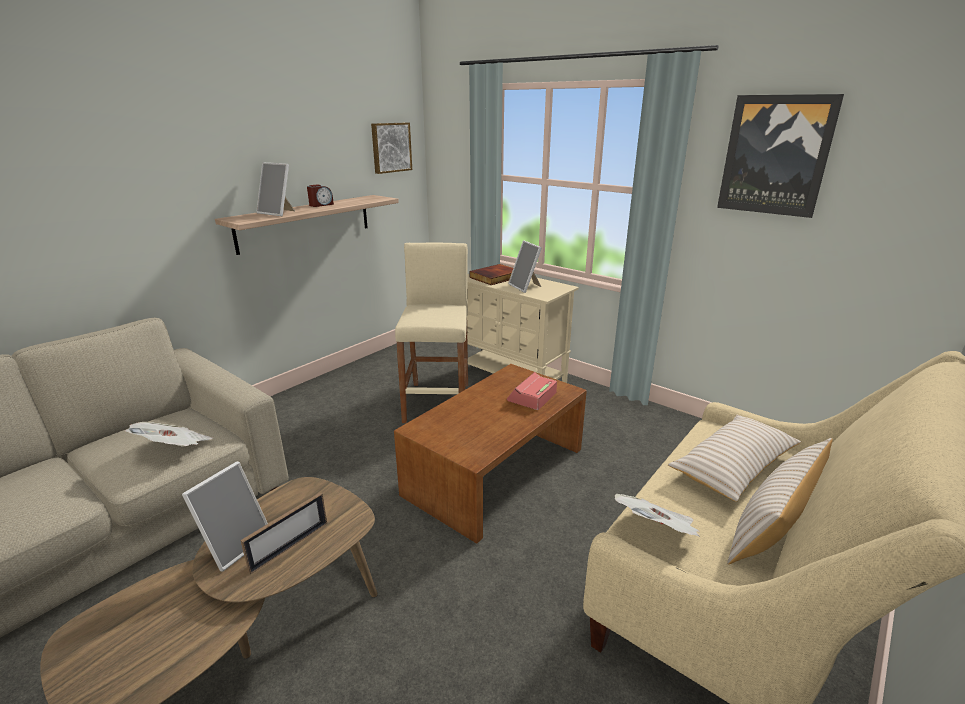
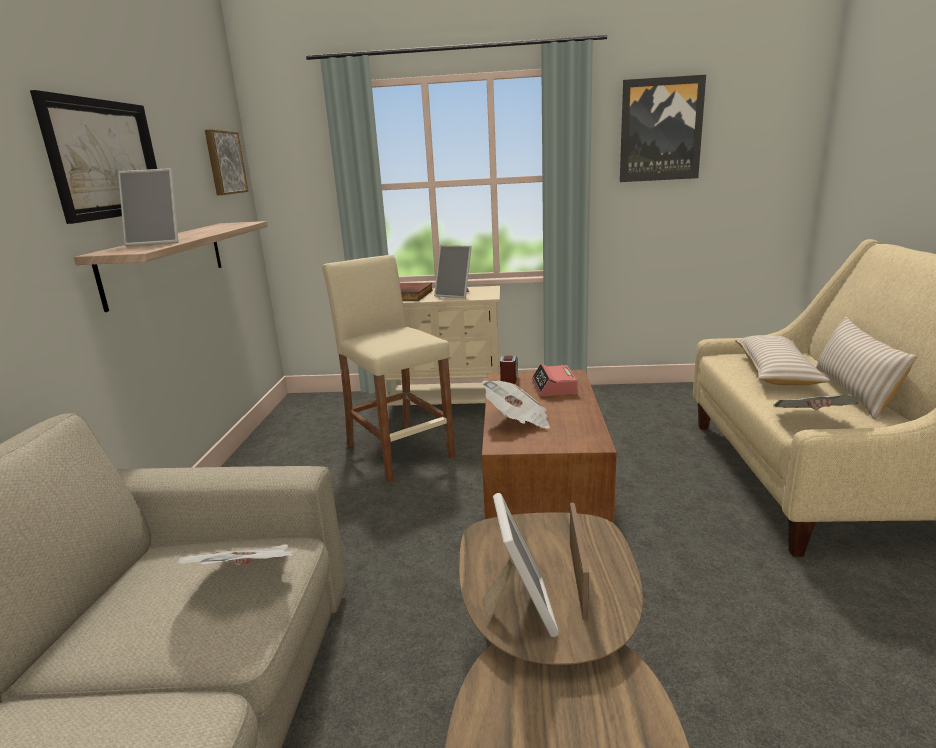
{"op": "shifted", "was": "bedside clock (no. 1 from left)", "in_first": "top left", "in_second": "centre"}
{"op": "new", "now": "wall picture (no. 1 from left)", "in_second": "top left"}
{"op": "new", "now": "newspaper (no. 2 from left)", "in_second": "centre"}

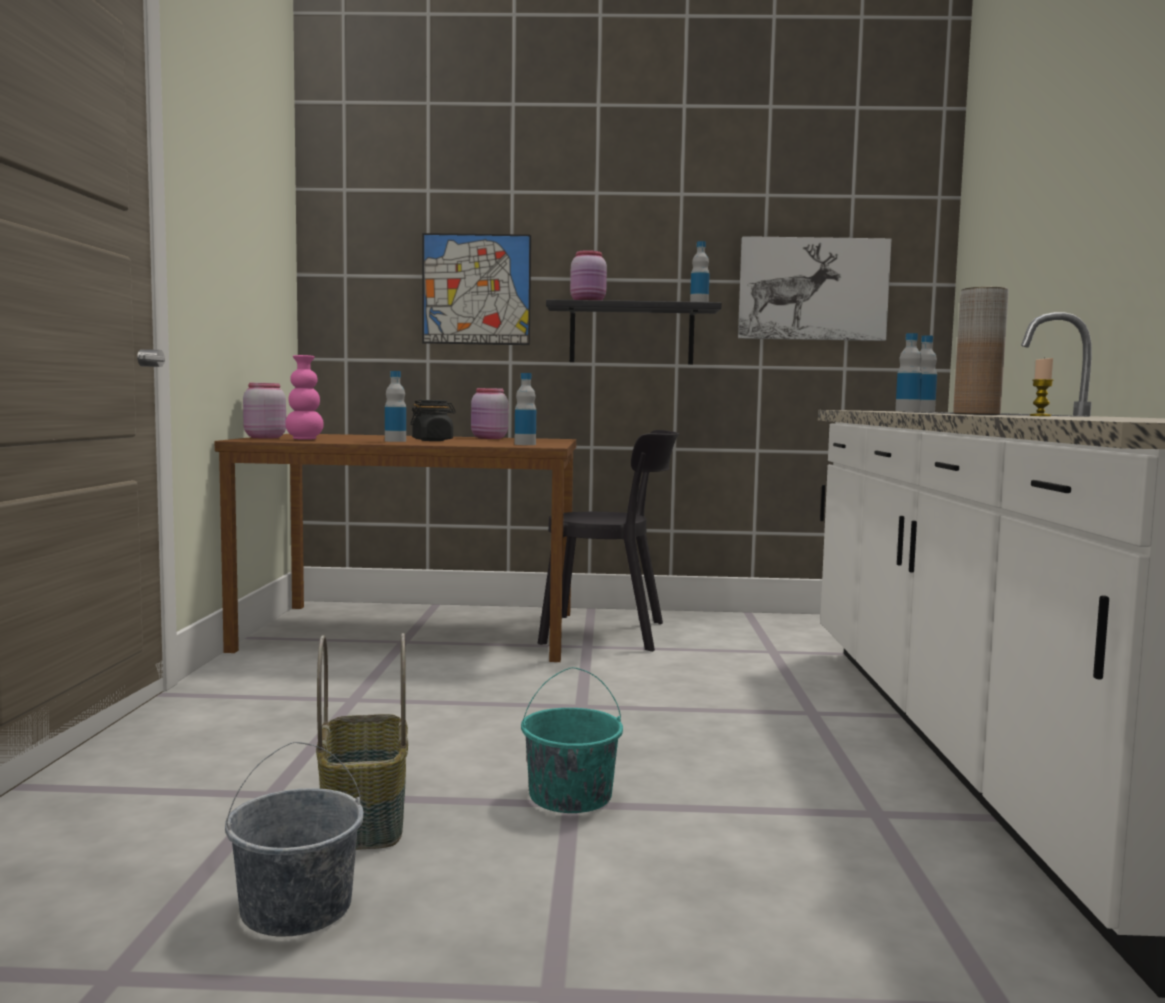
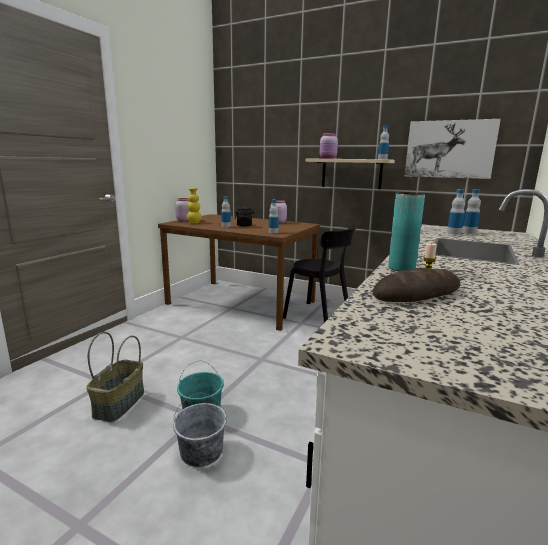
{"op": "gone", "was": "wall picture (no. 1 from left)", "in_first": "top centre"}
{"op": "repainted", "was": "vase in brown", "now": "vase in turquoise", "in_first": "middle right", "in_second": "middle right"}
{"op": "repainted", "was": "bracket shelf in blackish", "now": "bracket shelf in sand-coloured", "in_first": "top centre", "in_second": "top centre"}
{"op": "repainted", "was": "vase in pinkish", "now": "vase in yellow-coloured", "in_first": "middle left", "in_second": "centre"}
{"op": "shifted", "was": "bucket in greyish", "in_first": "bottom left", "in_second": "bottom centre"}
{"op": "new", "now": "bakery bread", "in_second": "middle right"}

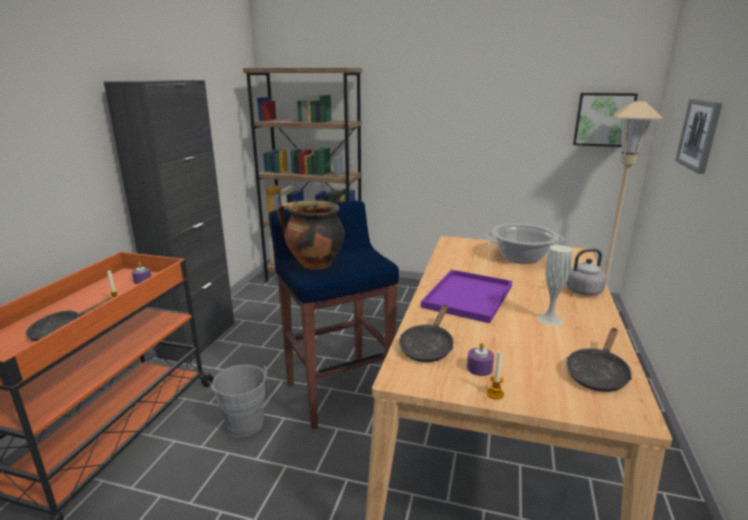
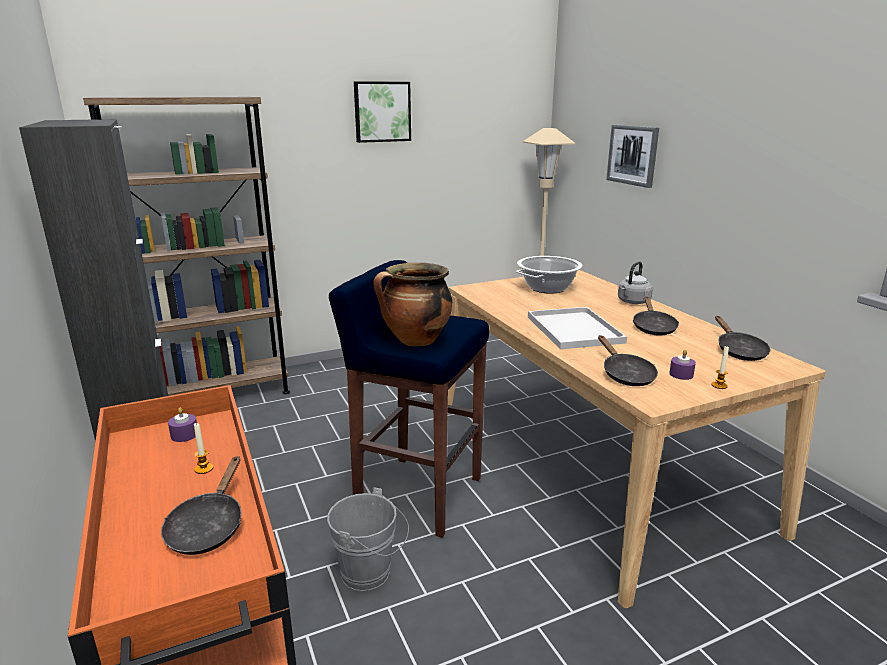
{"op": "shifted", "was": "wall picture (no. 1 from left)", "in_first": "top right", "in_second": "top centre"}
{"op": "swapped", "was": "vase in white", "now": "skillet in blackish (no. 3 from left)", "in_first": "middle right", "in_second": "middle right"}
{"op": "repainted", "was": "tray in purplish", "now": "tray in white", "in_first": "centre", "in_second": "centre"}

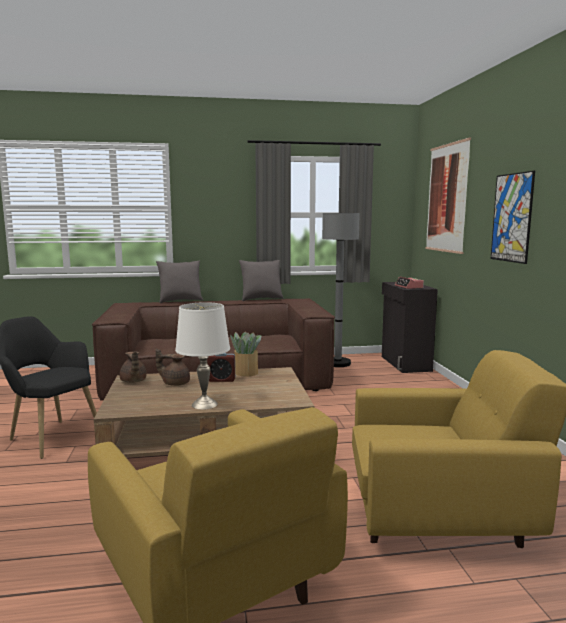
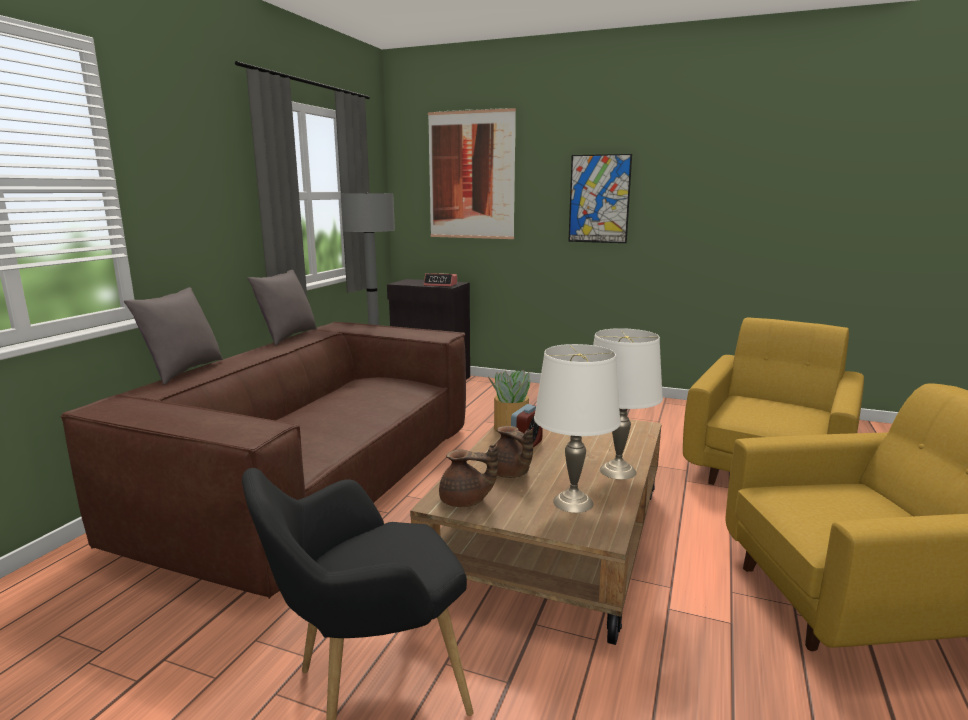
{"op": "rotated", "was": "tea pot in brown (no. 2 from left)", "in_first": "middle left", "in_second": "centre", "clockwise": -75}
{"op": "new", "now": "lamp for a table in white (no. 1 from left)", "in_second": "centre"}

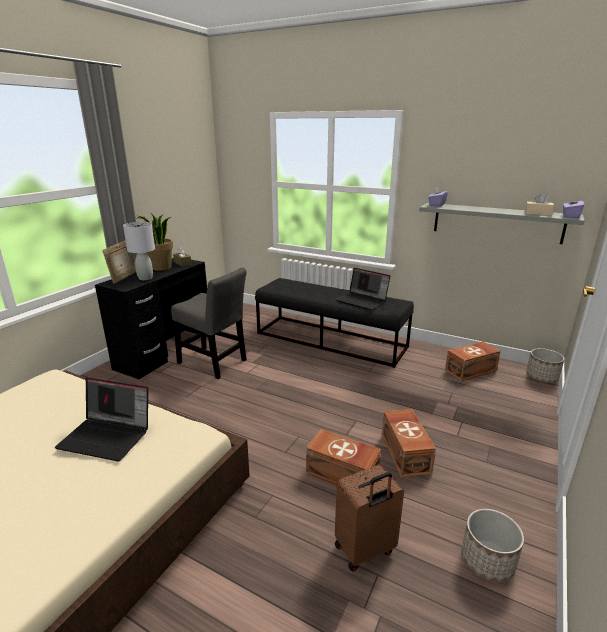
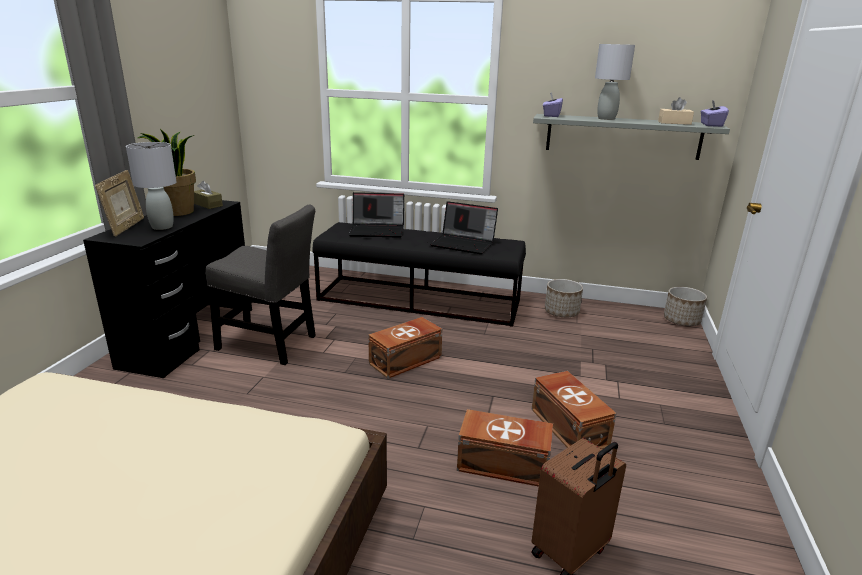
{"op": "shifted", "was": "storage container in brown (no. 3 from left in the first image)", "now": "storage container in brown (no. 1 from left)", "in_first": "middle right", "in_second": "centre"}
{"op": "shifted", "was": "notebook computer (no. 1 from left)", "in_first": "middle left", "in_second": "centre"}
{"op": "shifted", "was": "flower pot (no. 1 from left)", "in_first": "bottom right", "in_second": "centre"}
{"op": "new", "now": "lamp for a table in greyish (no. 2 from left)", "in_second": "top right"}

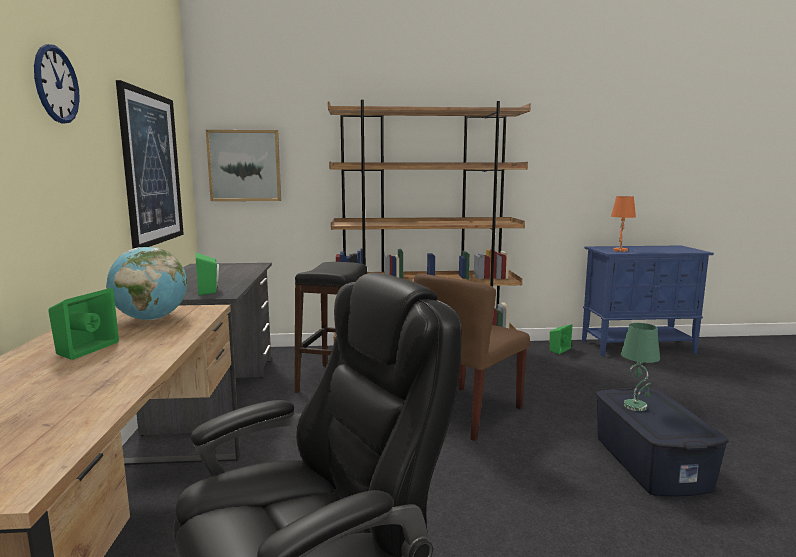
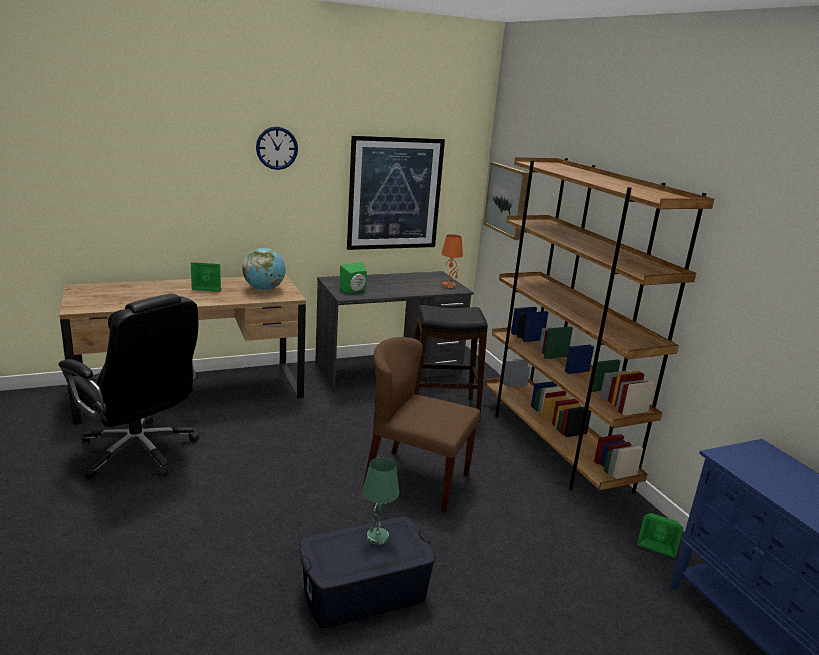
{"op": "shifted", "was": "lamp for a table in orange-coloured", "in_first": "middle right", "in_second": "centre"}

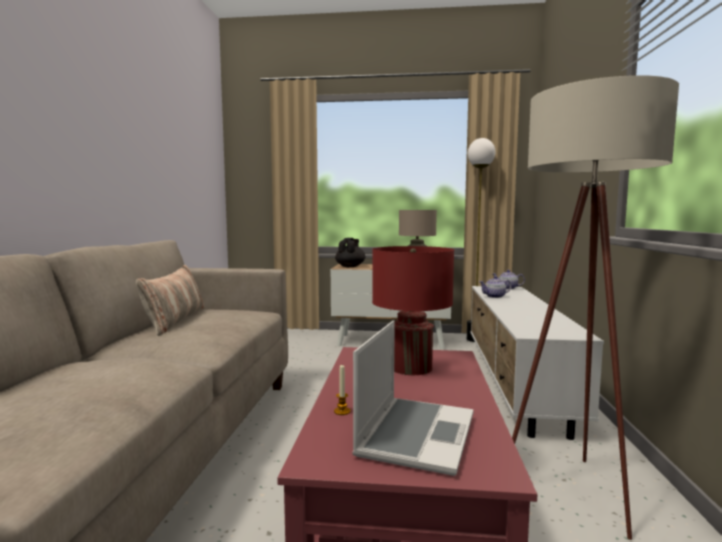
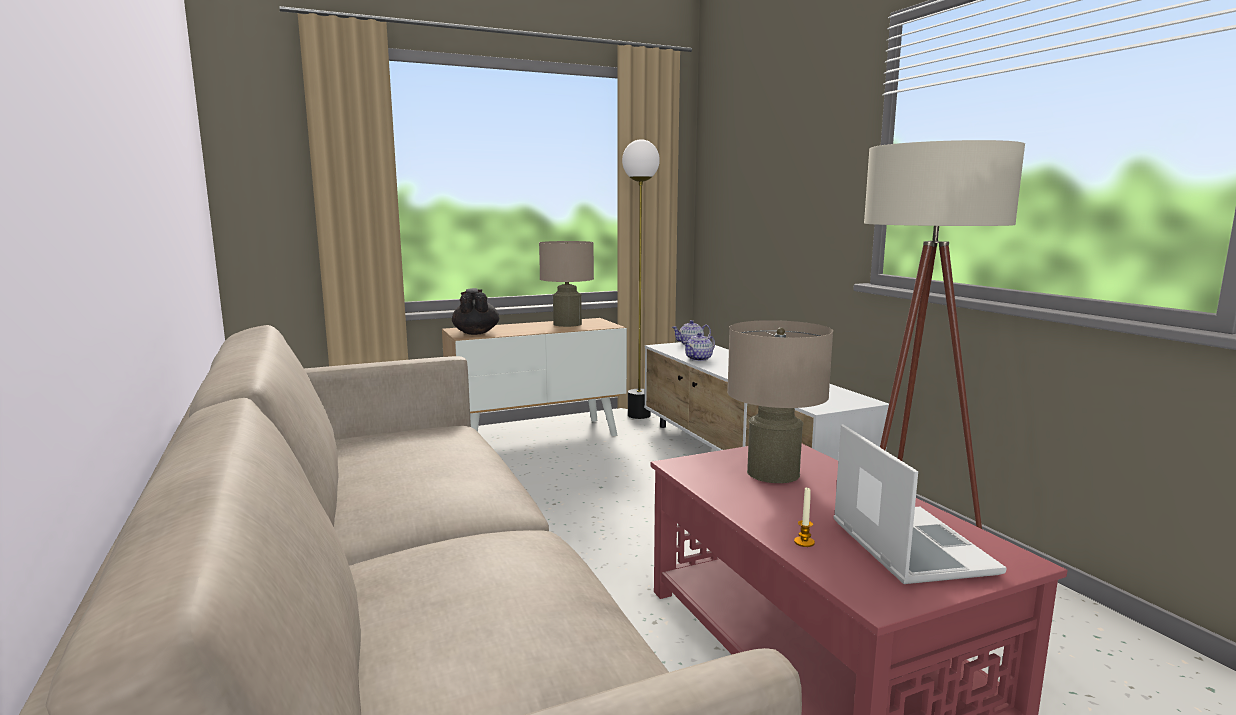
{"op": "repainted", "was": "lamp for a table in red", "now": "lamp for a table in sand-coloured (no. 2 from left)", "in_first": "centre", "in_second": "centre"}
{"op": "gone", "was": "throw pillow", "in_first": "middle left"}

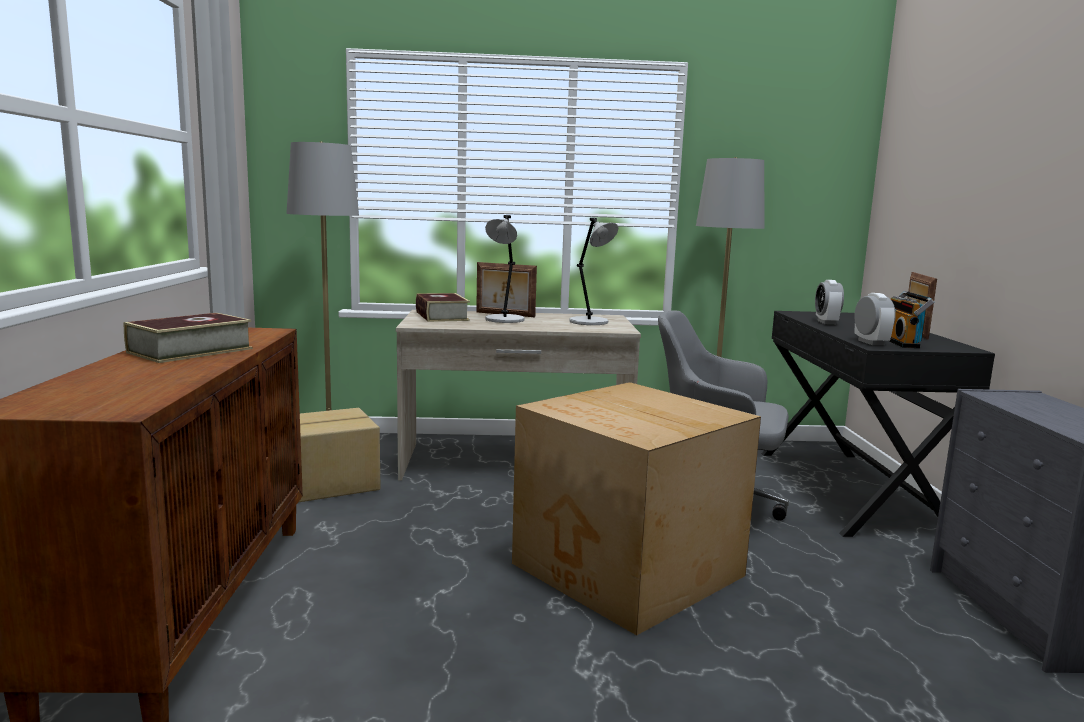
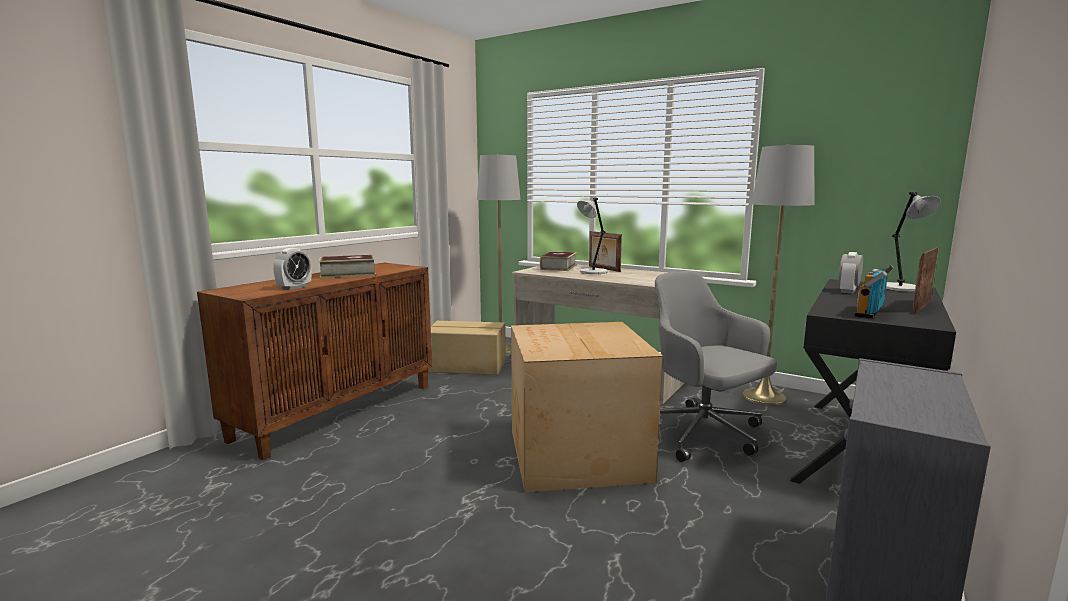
{"op": "shifted", "was": "lamp for a table in greyish (no. 2 from left)", "in_first": "centre", "in_second": "middle right"}
{"op": "shifted", "was": "bedside clock (no. 2 from left in the first image)", "now": "bedside clock (no. 1 from left)", "in_first": "middle right", "in_second": "middle left"}

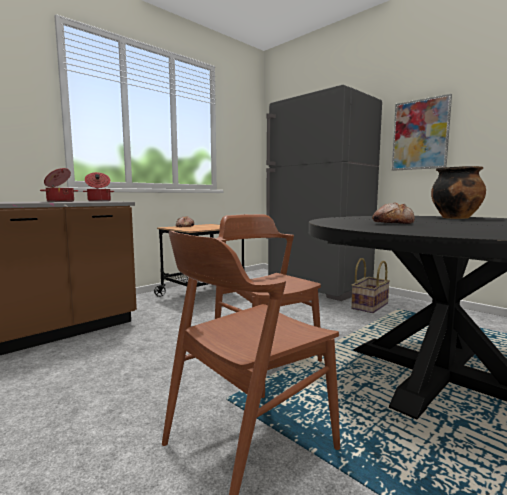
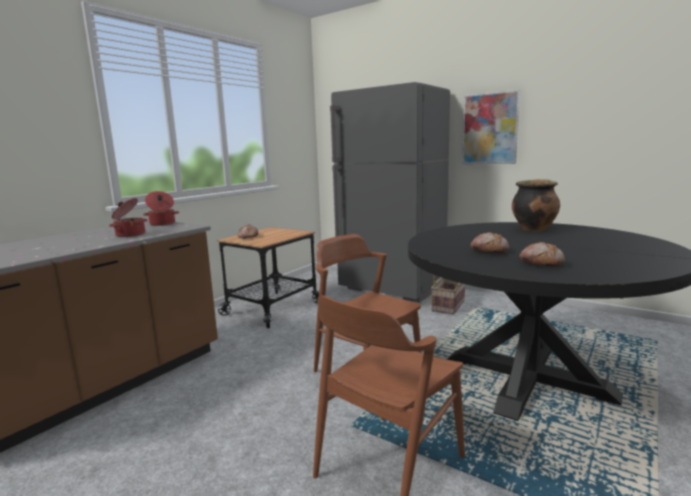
{"op": "new", "now": "bakery bread (no. 3 from left)", "in_second": "middle right"}

